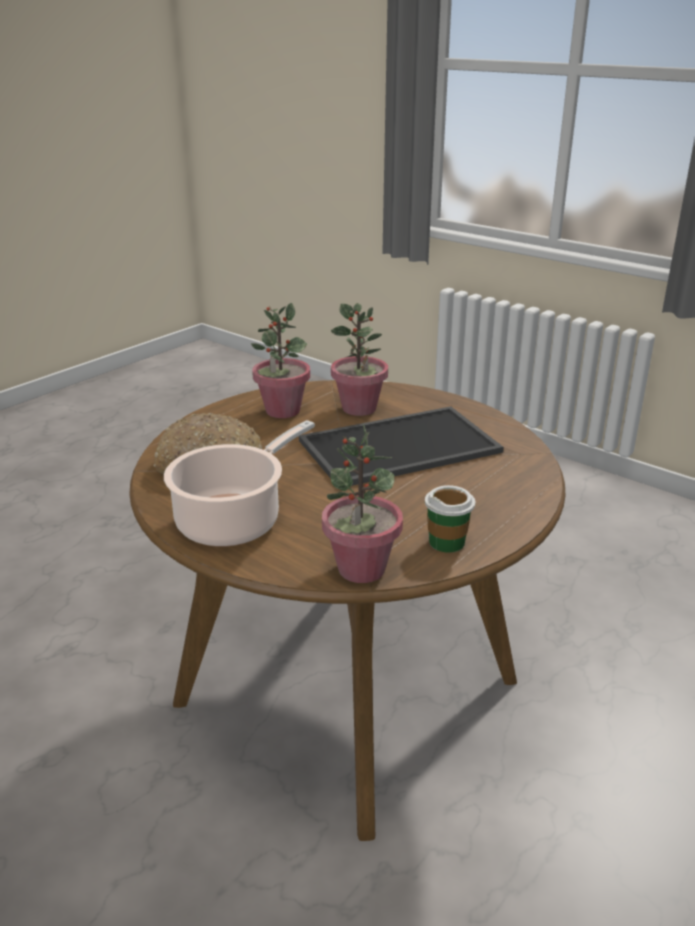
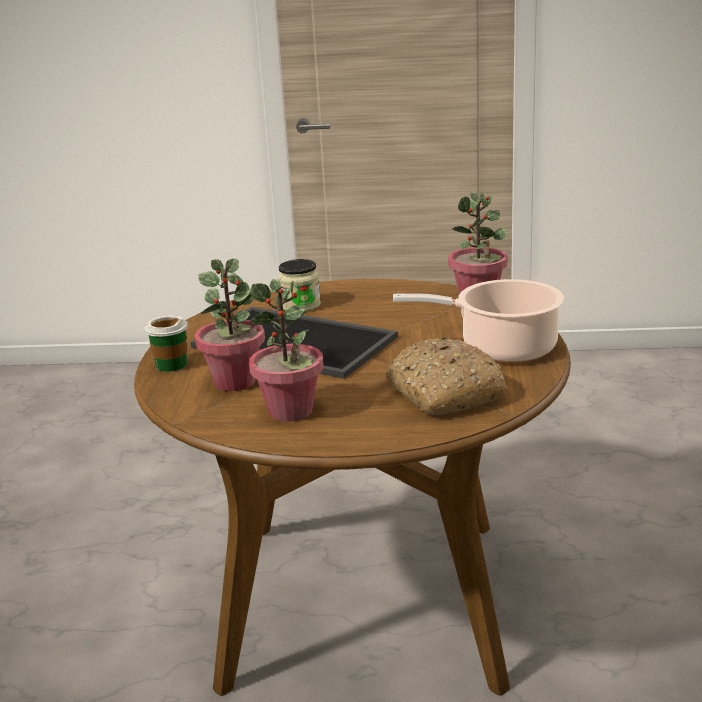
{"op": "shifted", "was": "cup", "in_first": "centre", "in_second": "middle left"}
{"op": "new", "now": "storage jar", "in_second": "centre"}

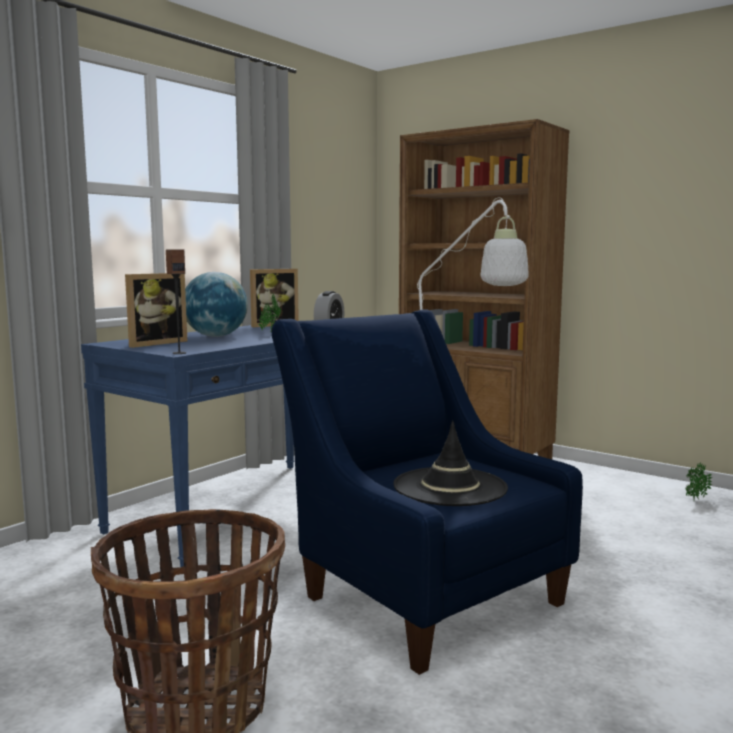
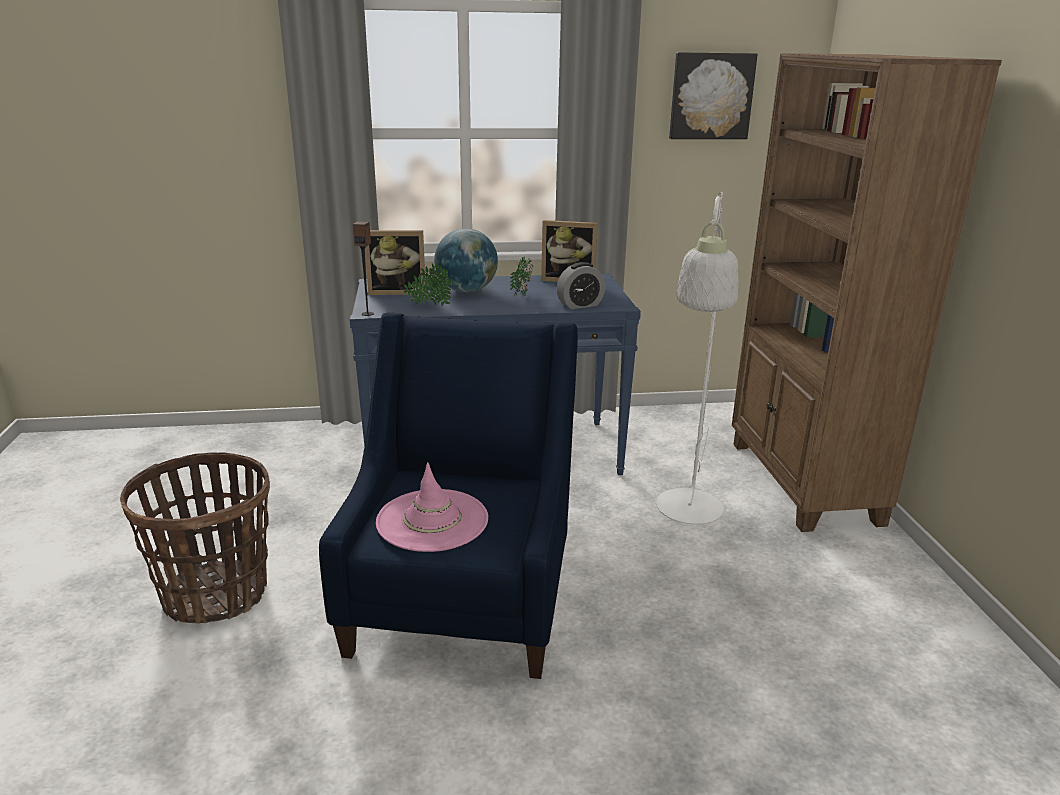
{"op": "repainted", "was": "hat in blackish", "now": "hat in pinkish", "in_first": "centre", "in_second": "centre"}
{"op": "shifted", "was": "houseplant (no. 2 from left in the first image)", "now": "houseplant (no. 1 from left)", "in_first": "middle right", "in_second": "centre"}
{"op": "new", "now": "wall picture", "in_second": "top right"}

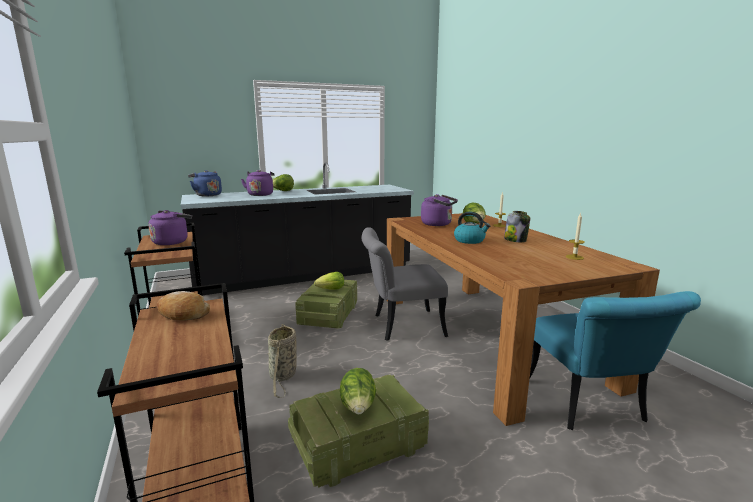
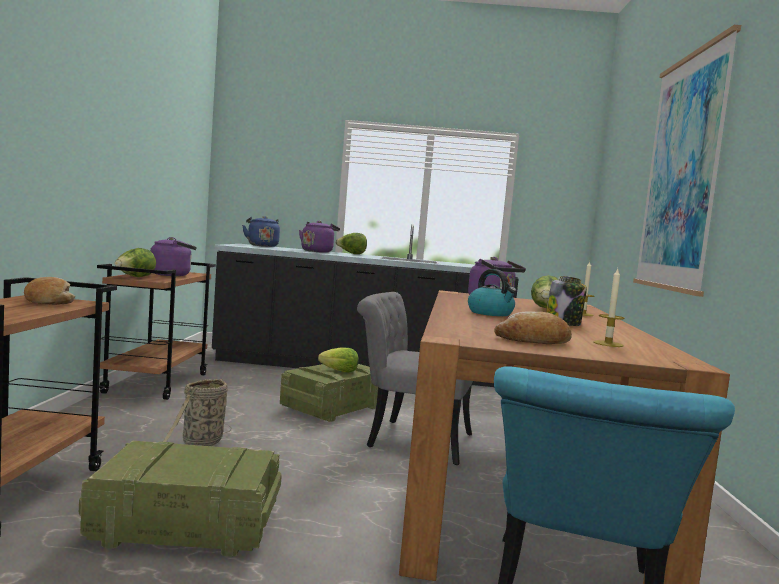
{"op": "shifted", "was": "lettuce (no. 3 from left in the first image)", "now": "lettuce (no. 1 from left)", "in_first": "bottom centre", "in_second": "middle left"}
{"op": "new", "now": "wall picture", "in_second": "top right"}
{"op": "new", "now": "bakery bread (no. 2 from left)", "in_second": "middle right"}

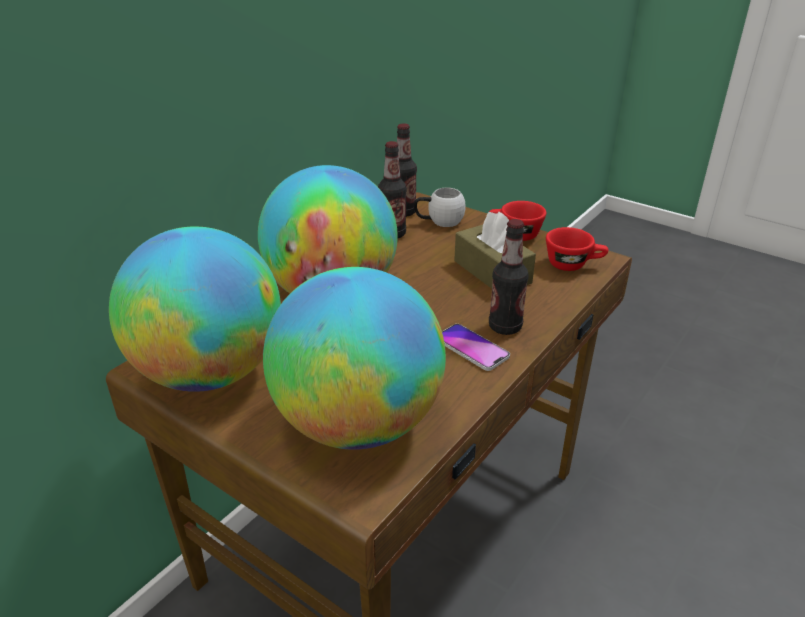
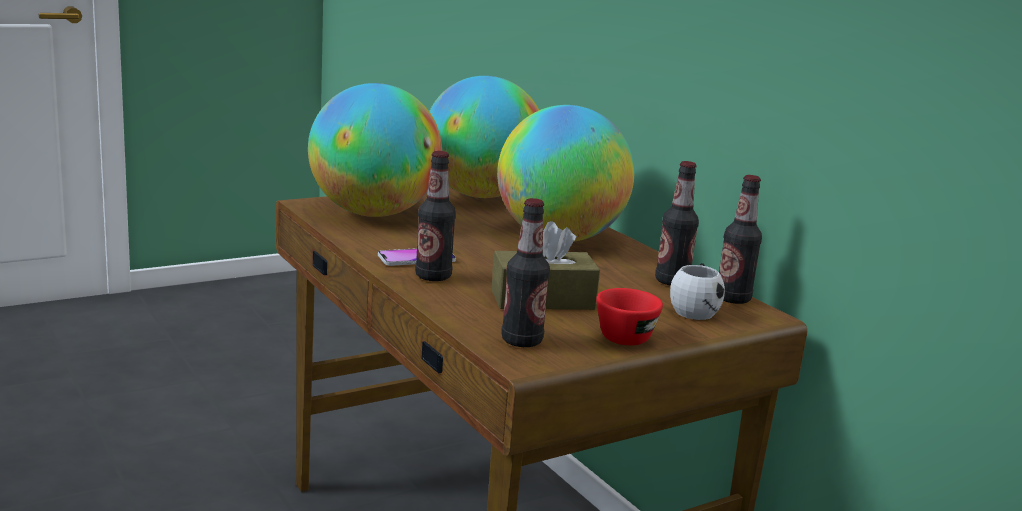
{"op": "swapped", "was": "cup in red (no. 2 from left)", "now": "drink bottle (no. 2 from left)", "in_first": "middle right", "in_second": "centre"}

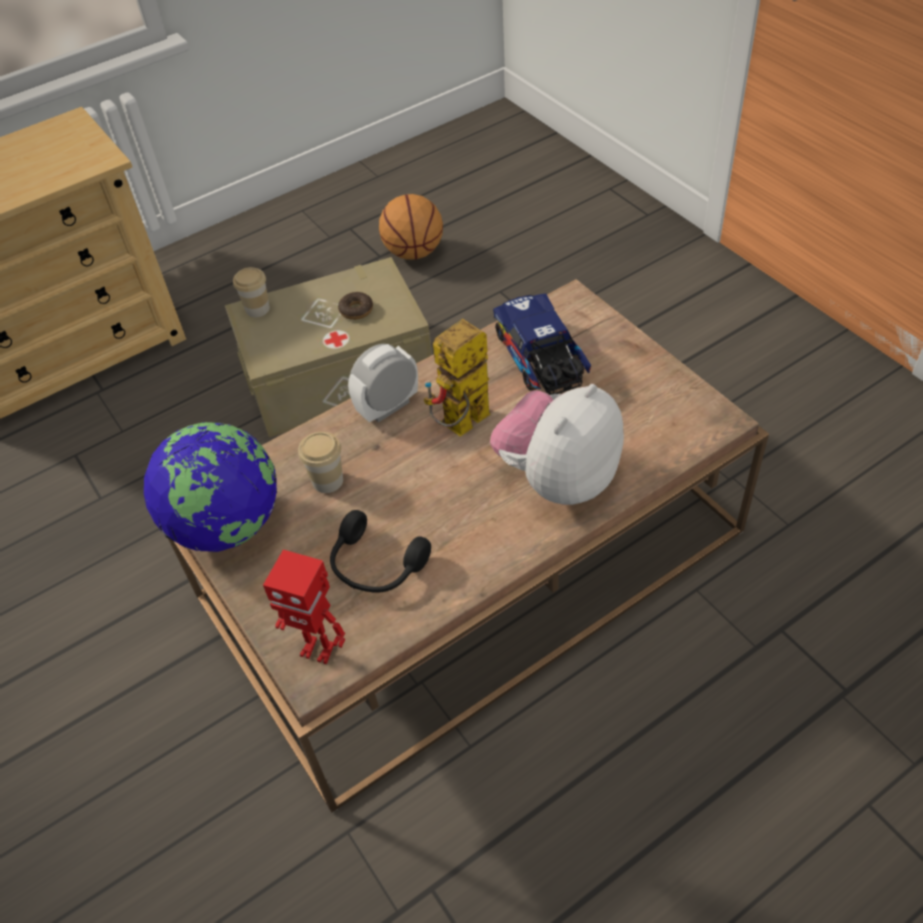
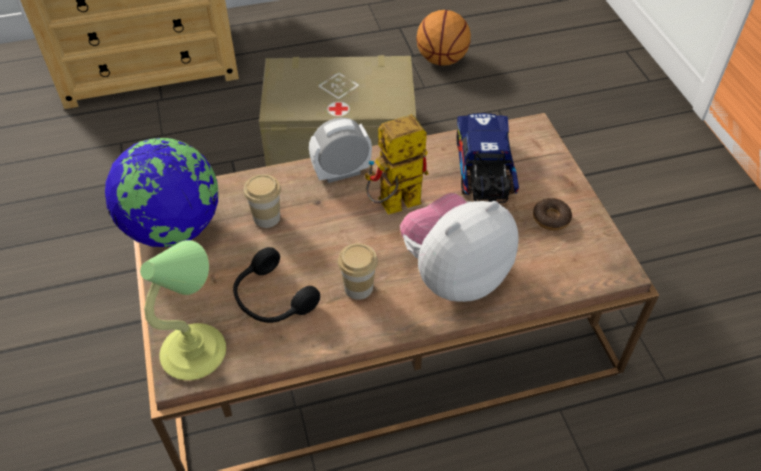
{"op": "shifted", "was": "cup (no. 1 from left in the first image)", "now": "cup (no. 2 from left)", "in_first": "top left", "in_second": "centre"}
{"op": "shifted", "was": "doughnut", "in_first": "top centre", "in_second": "middle right"}
{"op": "swapped", "was": "robot figure (no. 1 from left)", "now": "lamp for a table", "in_first": "middle left", "in_second": "middle left"}

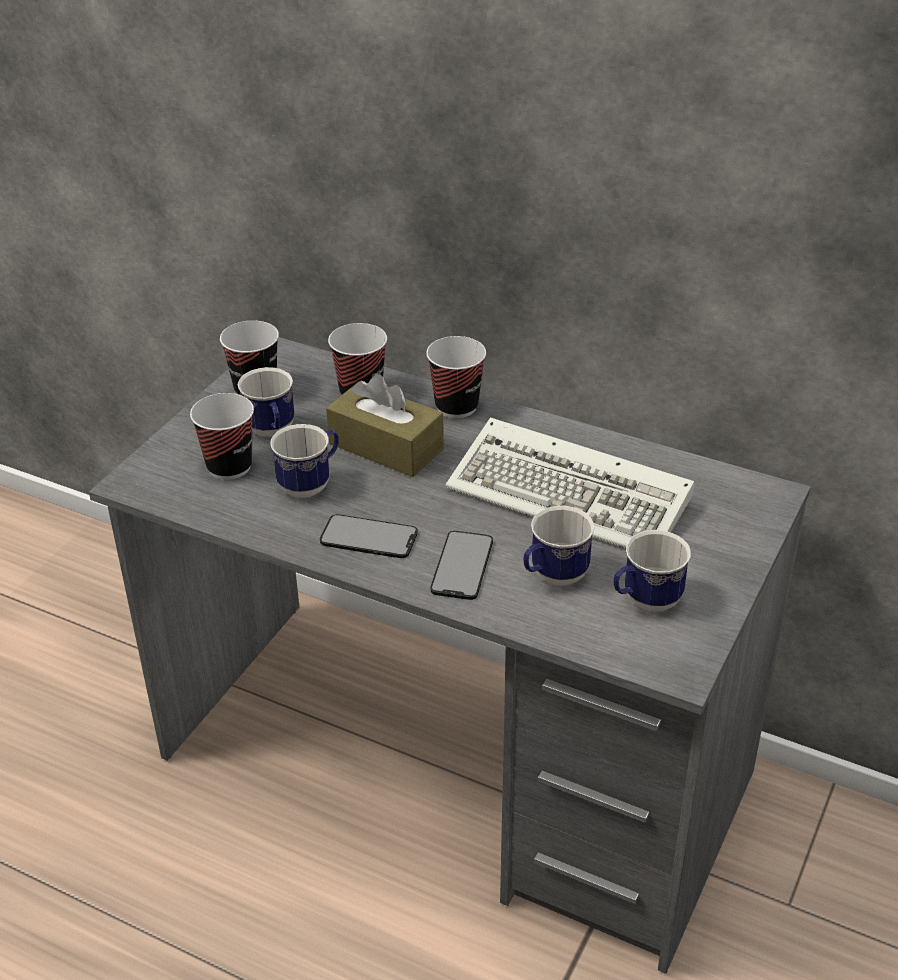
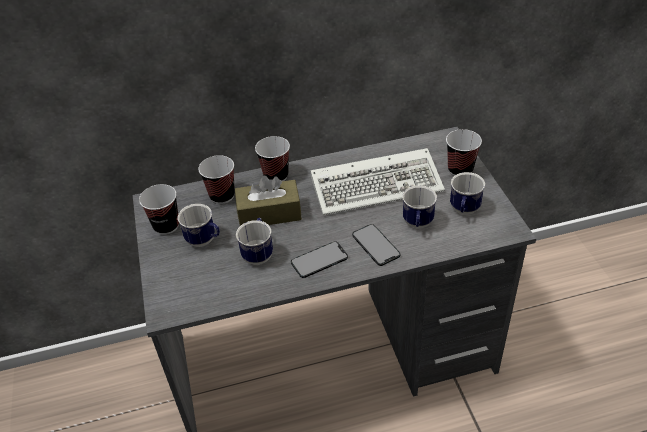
{"op": "shifted", "was": "cup (no. 1 from left in the first image)", "now": "cup (no. 4 from left)", "in_first": "middle left", "in_second": "middle right"}

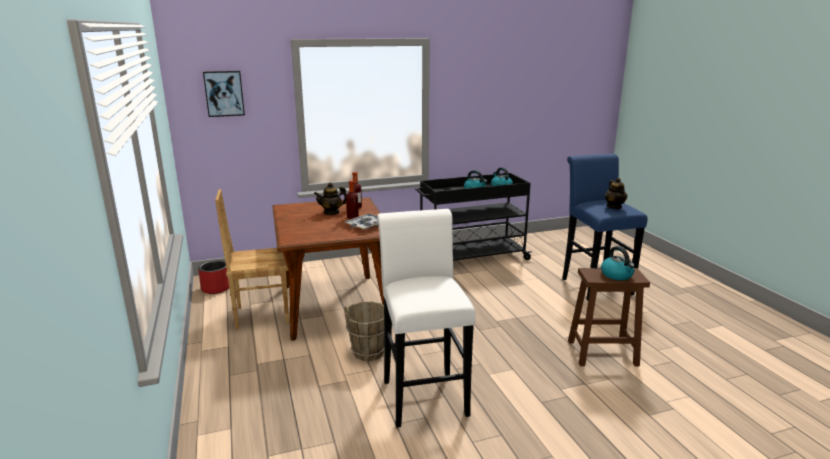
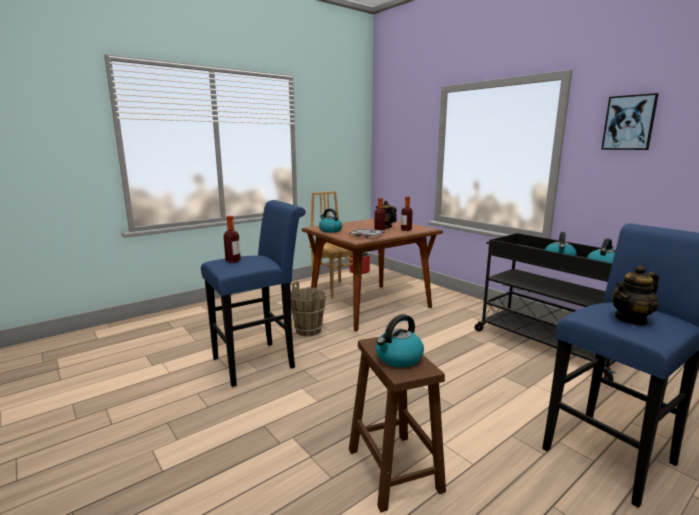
{"op": "shifted", "was": "wall picture", "in_first": "top left", "in_second": "top right"}
{"op": "repainted", "was": "stool seat in white", "now": "stool seat in blue-coloured (no. 1 from left)", "in_first": "bottom centre", "in_second": "centre"}
{"op": "new", "now": "tea kettle (no. 1 from left)", "in_second": "centre"}
{"op": "new", "now": "drink bottle (no. 1 from left)", "in_second": "middle left"}

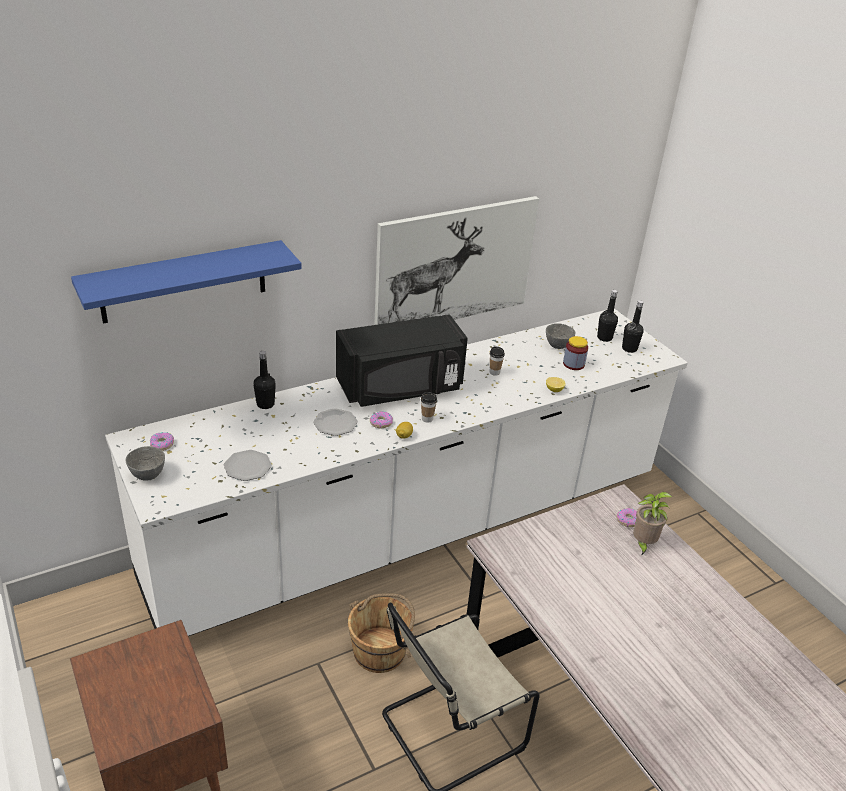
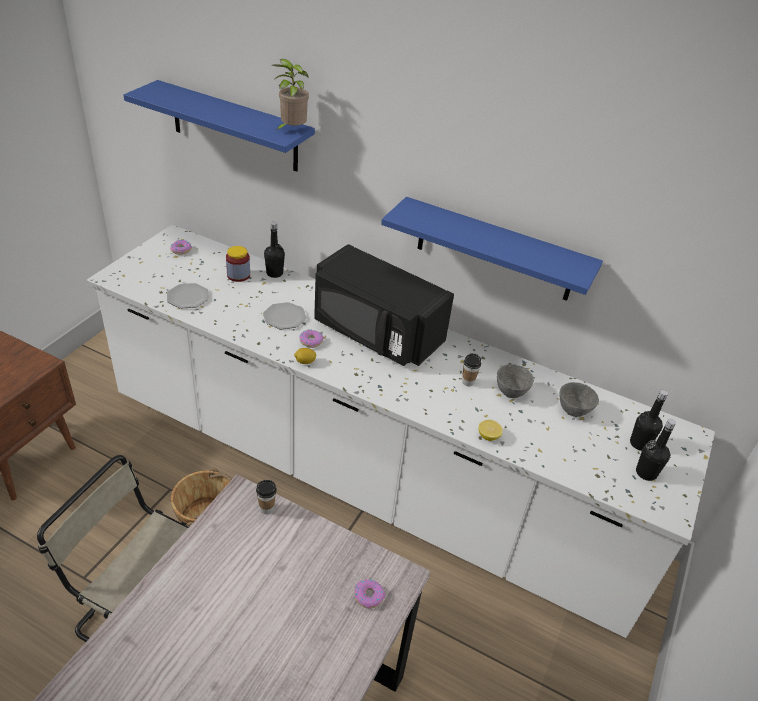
{"op": "swapped", "was": "wall picture", "now": "bracket shelf in blue-coloured (no. 2 from left)", "in_first": "top centre", "in_second": "centre"}
{"op": "shifted", "was": "storage jar", "in_first": "middle right", "in_second": "middle left"}
{"op": "shifted", "was": "cup (no. 1 from left)", "in_first": "centre", "in_second": "bottom centre"}
{"op": "shifted", "was": "bowl in greyish (no. 1 from left)", "in_first": "middle left", "in_second": "middle right"}
{"op": "shifted", "was": "houseplant", "in_first": "middle right", "in_second": "top centre"}

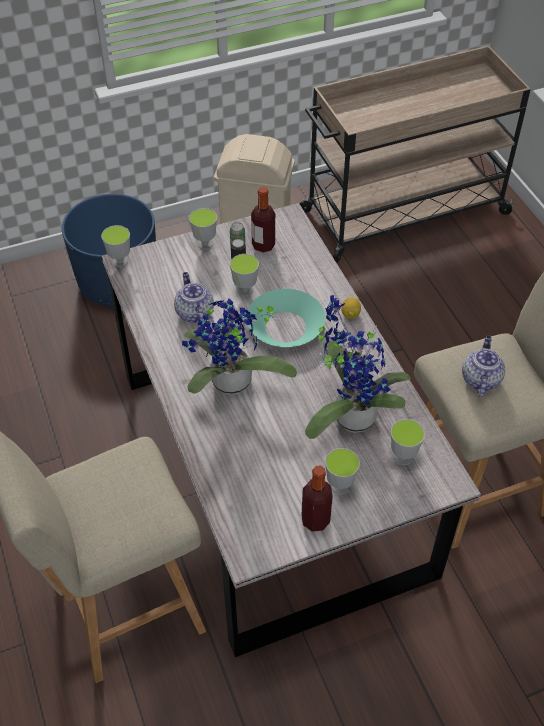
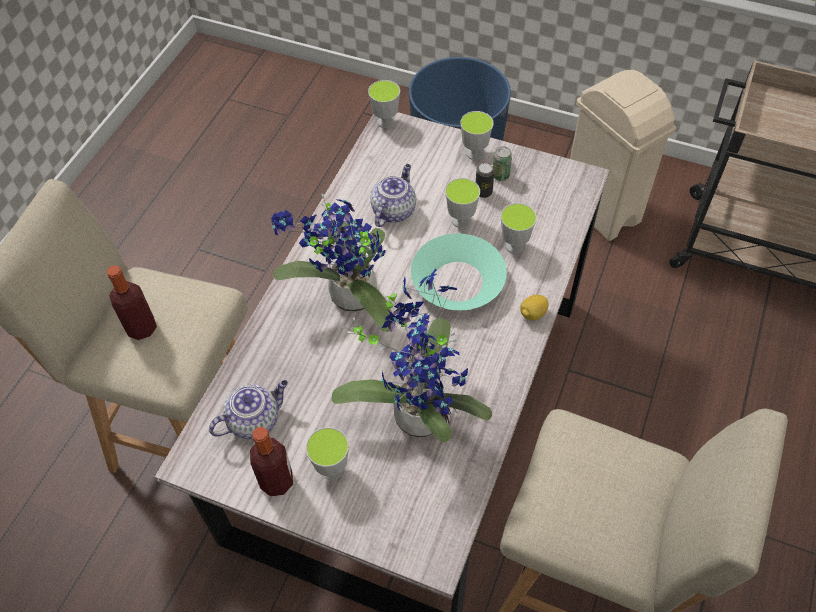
{"op": "shifted", "was": "drink bottle (no. 1 from left)", "in_first": "top centre", "in_second": "middle left"}
{"op": "shifted", "was": "tea pot (no. 2 from left in the first image)", "now": "tea pot (no. 1 from left)", "in_first": "middle right", "in_second": "bottom left"}
{"op": "shifted", "was": "cup (no. 5 from left)", "in_first": "middle right", "in_second": "centre"}

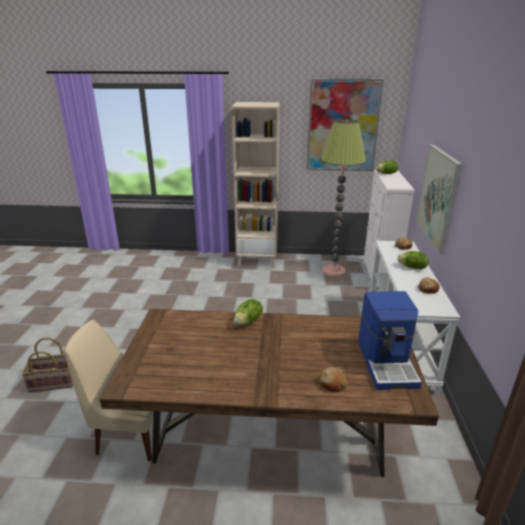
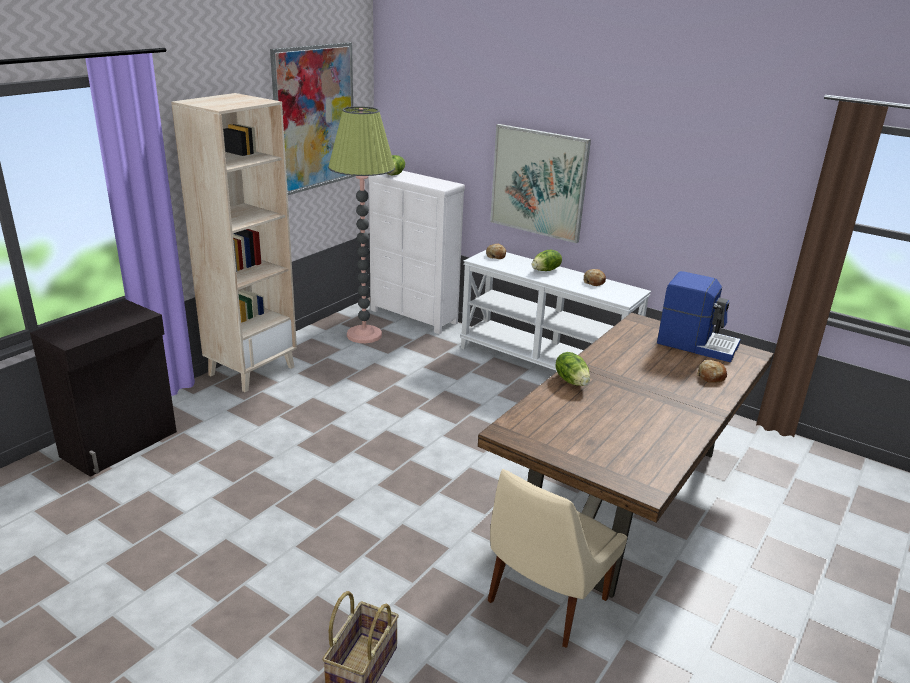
{"op": "new", "now": "cabinet in blackish", "in_second": "middle left"}

